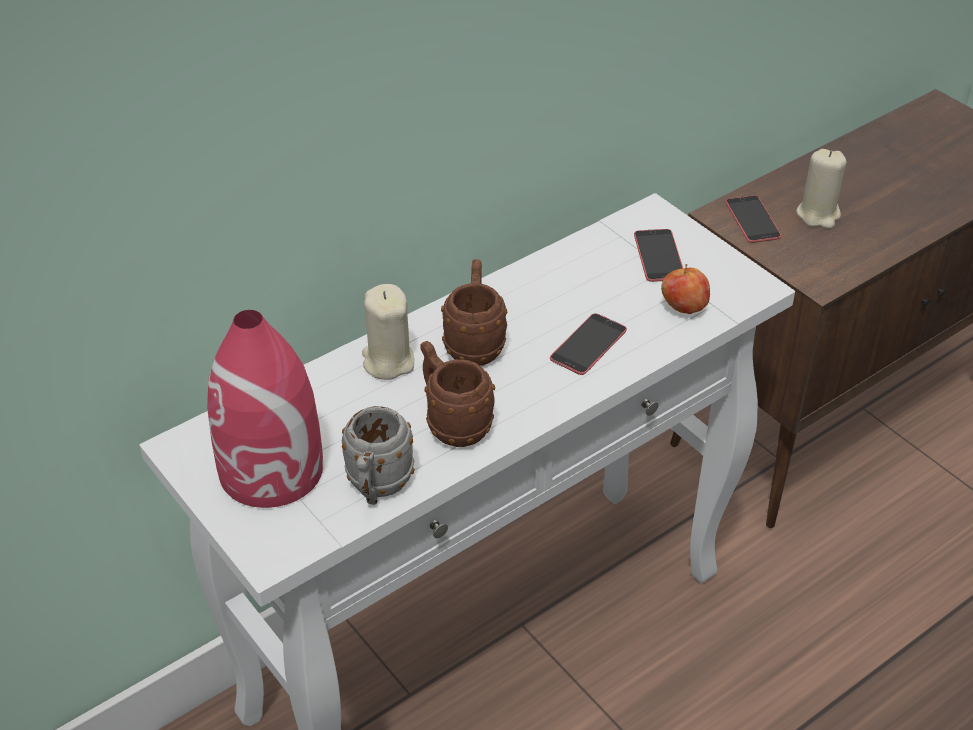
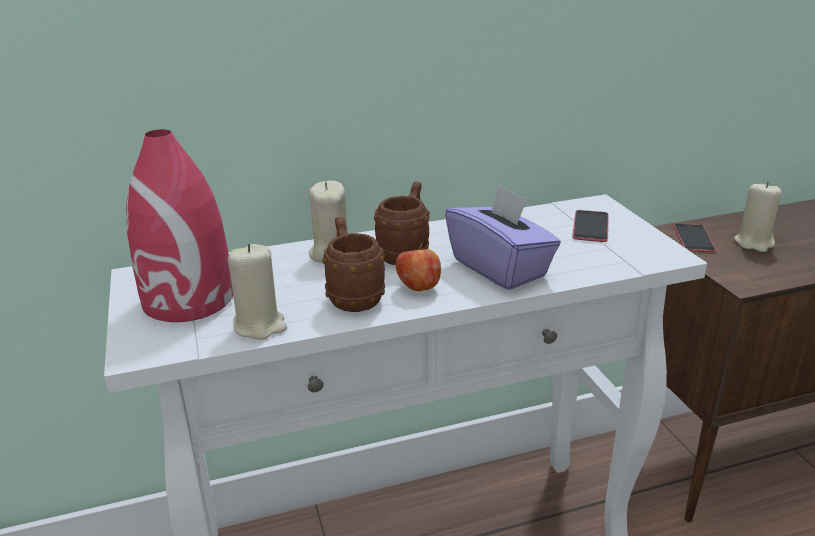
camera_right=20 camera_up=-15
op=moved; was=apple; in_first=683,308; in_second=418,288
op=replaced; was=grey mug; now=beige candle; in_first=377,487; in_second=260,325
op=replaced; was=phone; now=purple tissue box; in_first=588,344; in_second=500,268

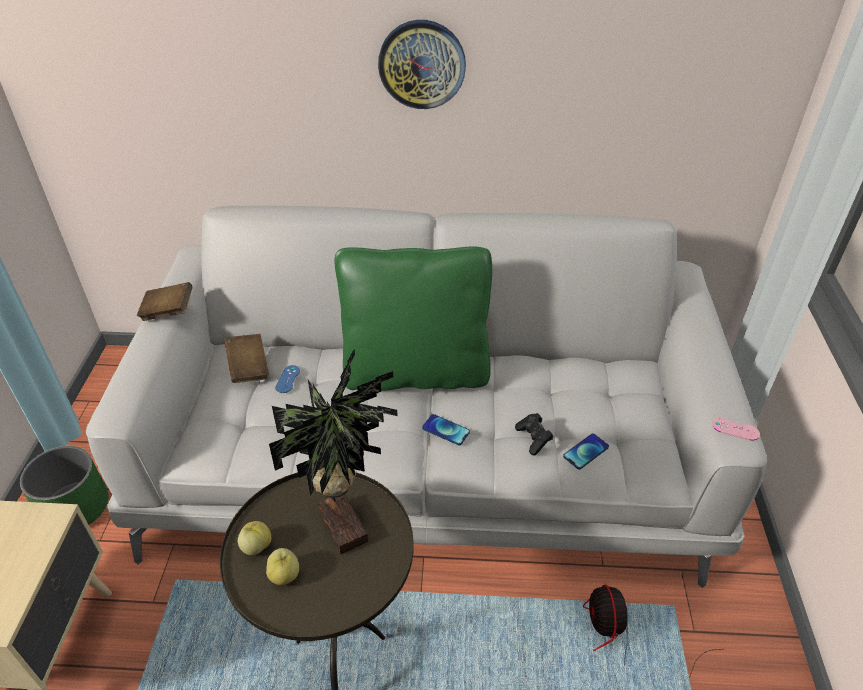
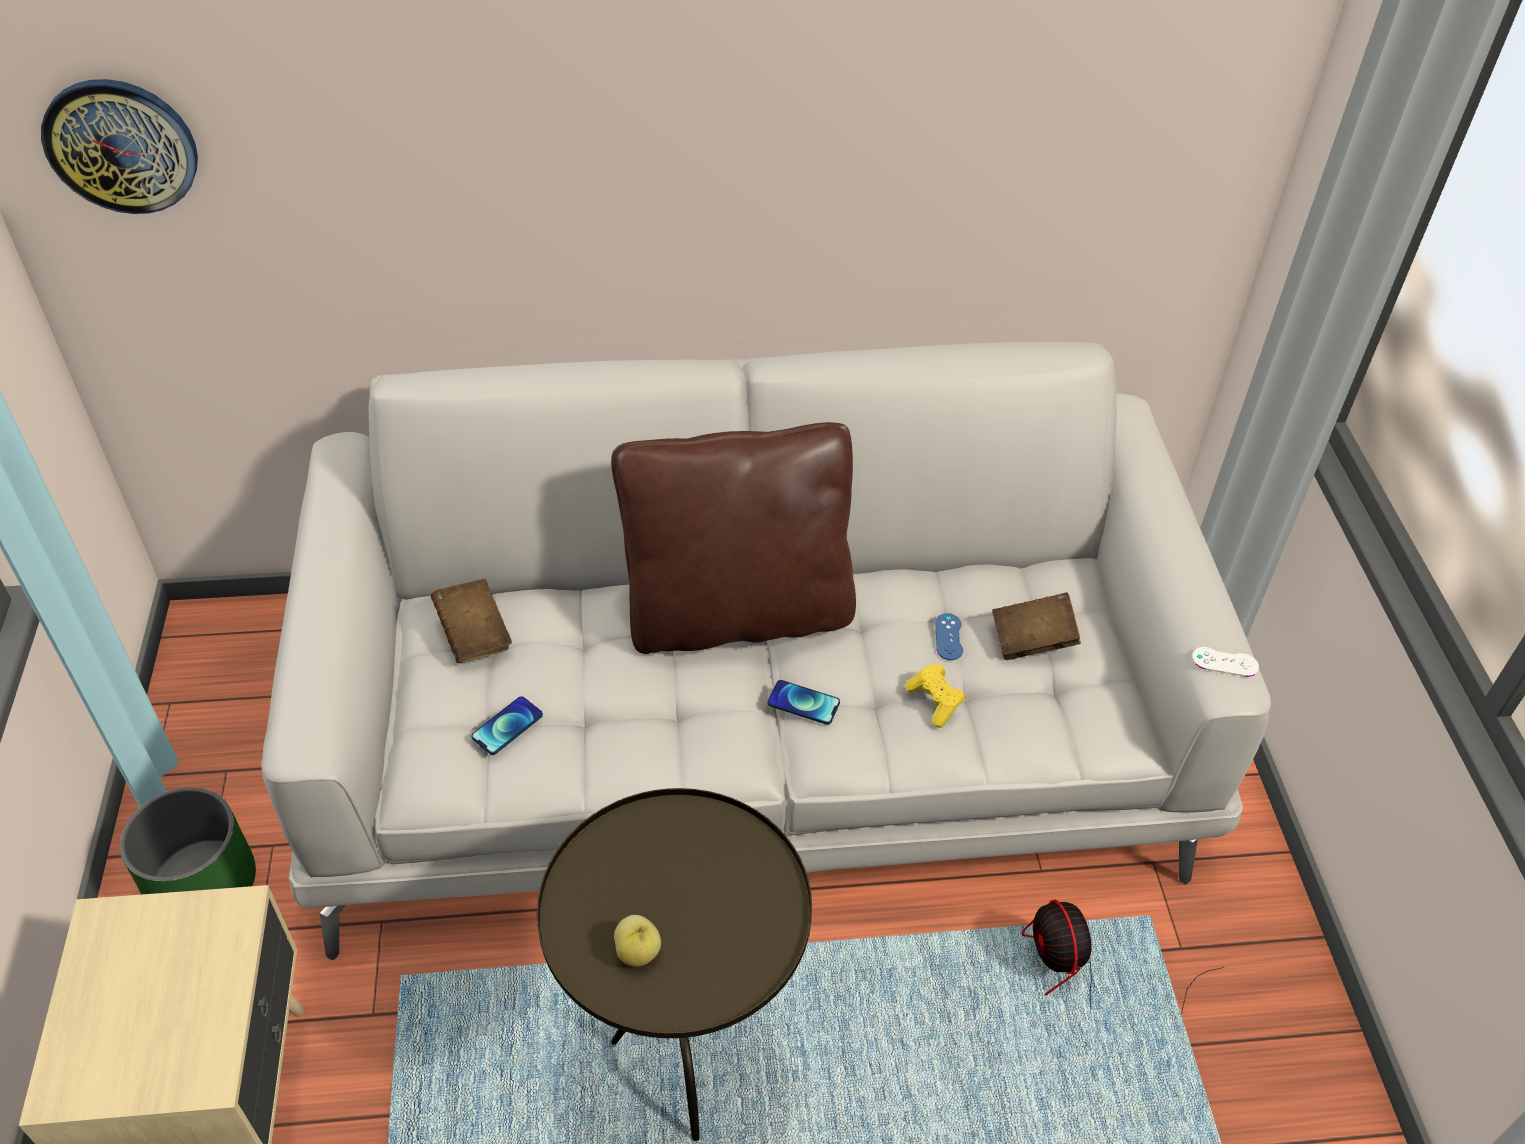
camera_right=-10 camera_up=5
op=removed; was=apple; in_first=256,546
op=removed; was=potted plant; in_first=346,523
op=moved; was=brown book; in_first=168,312; in_second=1032,640
op=moved; was=blue game controller; in_first=288,379; in_second=948,637
op=moved; was=wall clock; in_first=422,64; in_second=121,145
op=moved; was=phone; in_first=586,452; in_second=507,726
op=recoloured; was=green pillow; now=brown pillow; in_first=416,372; in_second=738,613
op=recoloured; was=black game controller; now=yellow game controller; in_first=533,439; in_second=935,702
op=recoloured; was=pink game controller; now=white game controller; in_first=735,429; in_second=1225,662

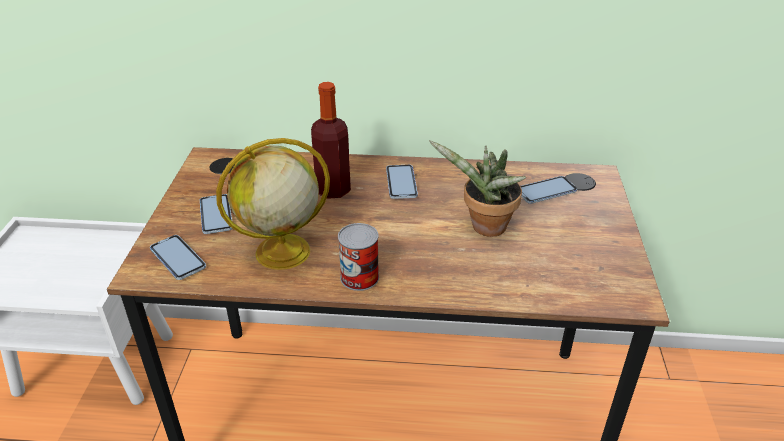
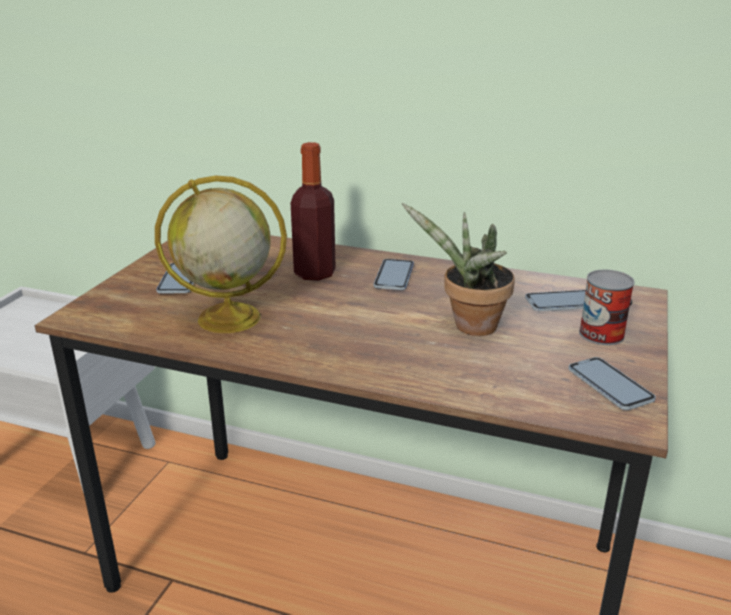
camera_right=15 camera_up=-10
op=moved; was=phone; in_first=178,258; in_second=610,385
op=moved; was=can; in_first=359,277; in_second=601,334

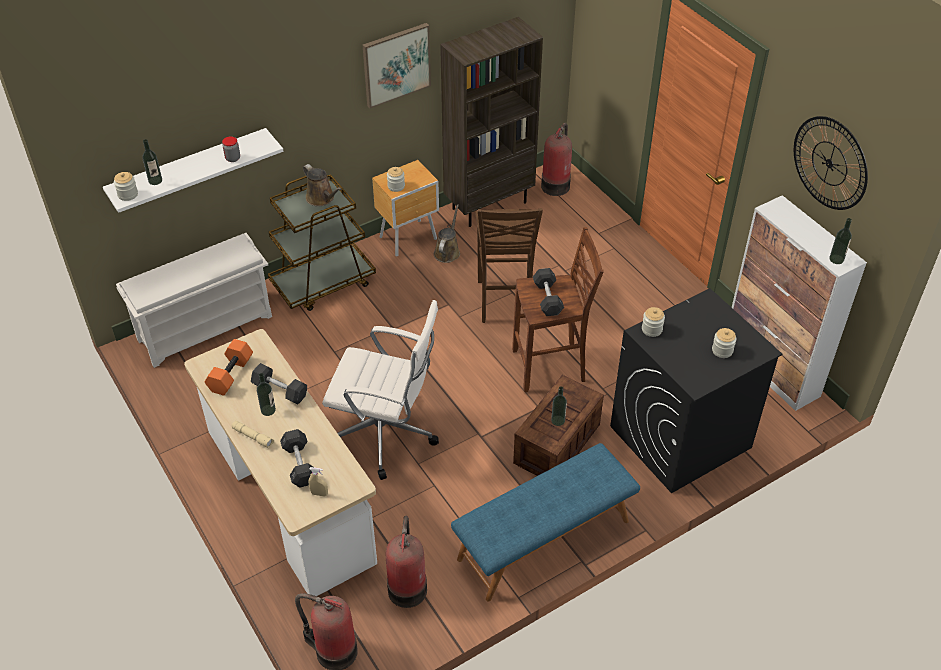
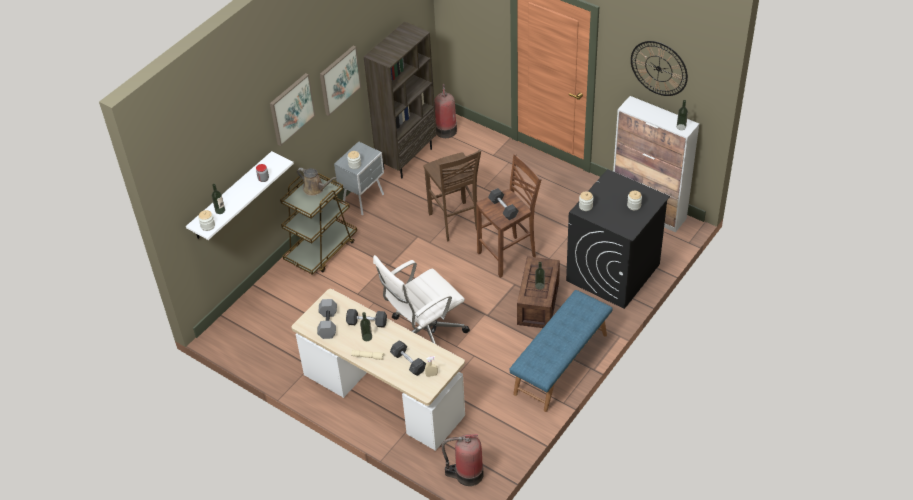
camera_right=-20 camera_up=0
op=removed; was=white shoe rack; in_first=206,327
op=removed; was=fire extinguisher; in_first=407,587
op=removed; was=brown watering can; in_first=447,251
op=added; now=picture; in_second=291,109
op=recoloured; was=orange dumbbell; now=grey dumbbell; in_first=230,374; in_second=327,324
op=recoloured; was=brown nightstand; now=grey nightstand; in_first=409,238; in_second=364,199
op=turned; was=white office chair; in_first=385,434; in_second=424,335; clockwise=150

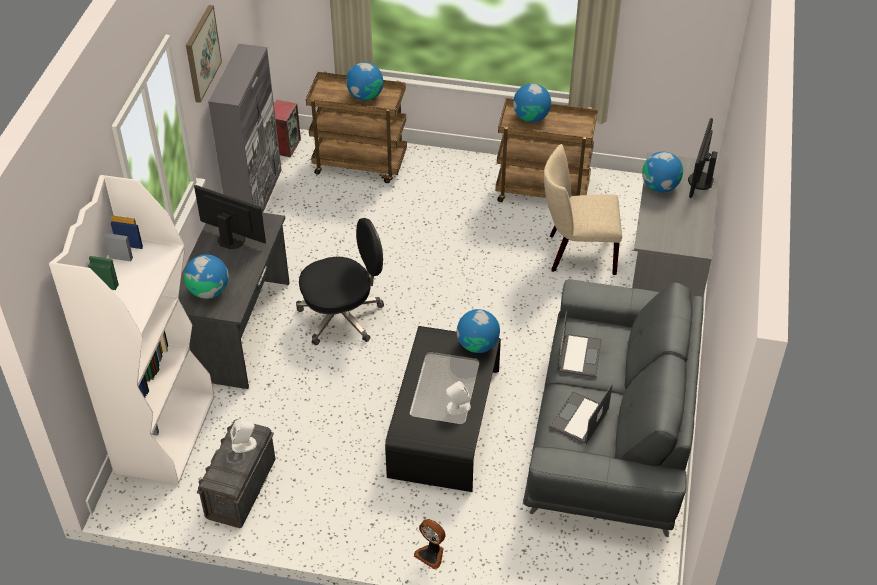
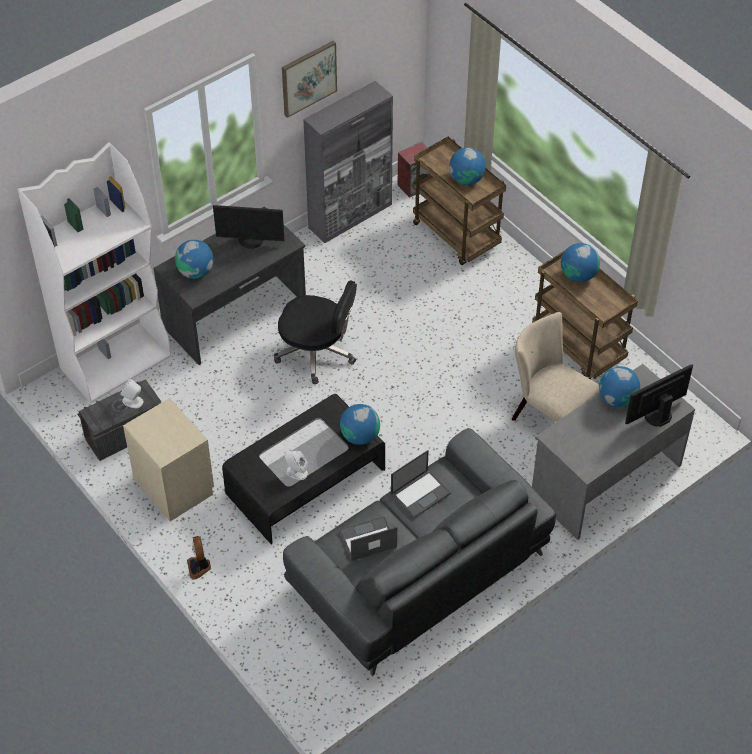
camera_right=40 camera_up=5
op=added; now=beige nightstand; in_second=174,486
op=turned; was=monitor; in_first=232,238; in_second=250,240; clockwise=120

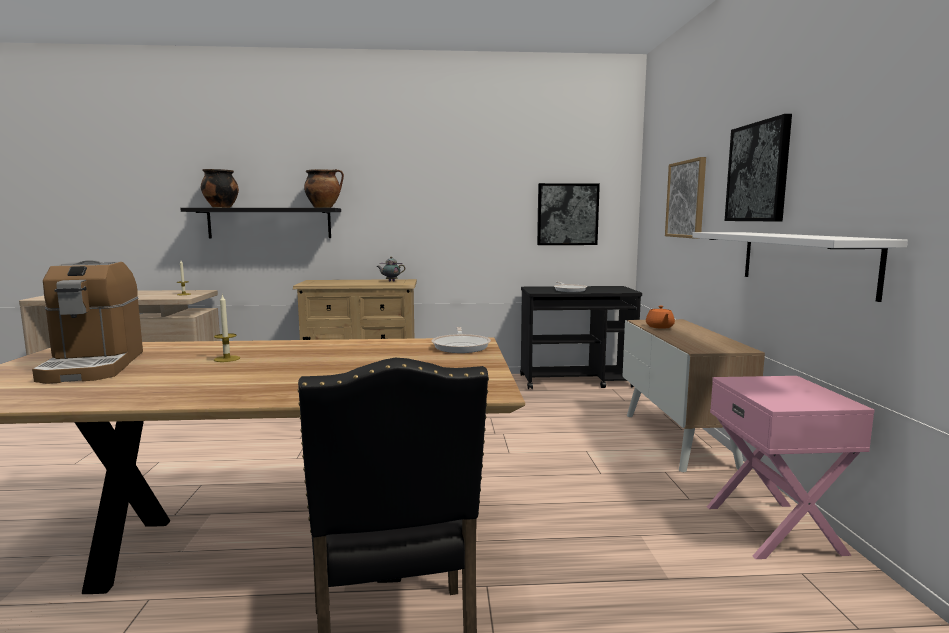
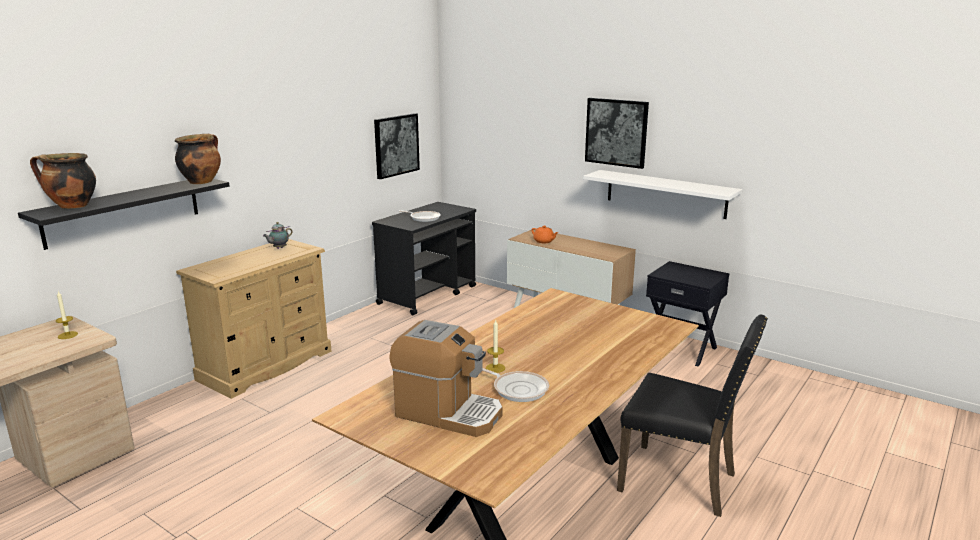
camera_right=-50 camera_up=10
op=removed; was=picture; in_first=686,199
op=moved; was=frying pan; in_first=461,346; in_second=518,389
op=recoloured; was=pink nightstand; now=black nightstand; in_first=775,529; in_second=681,349

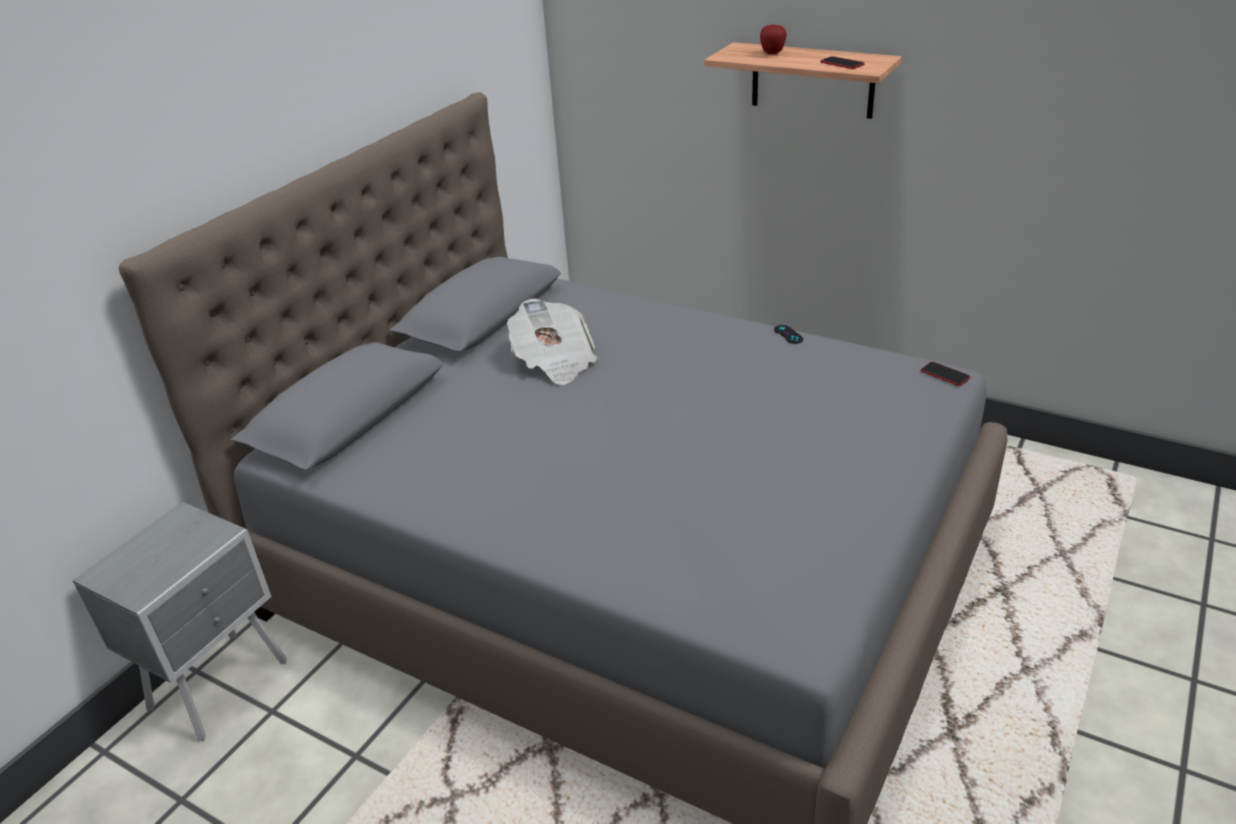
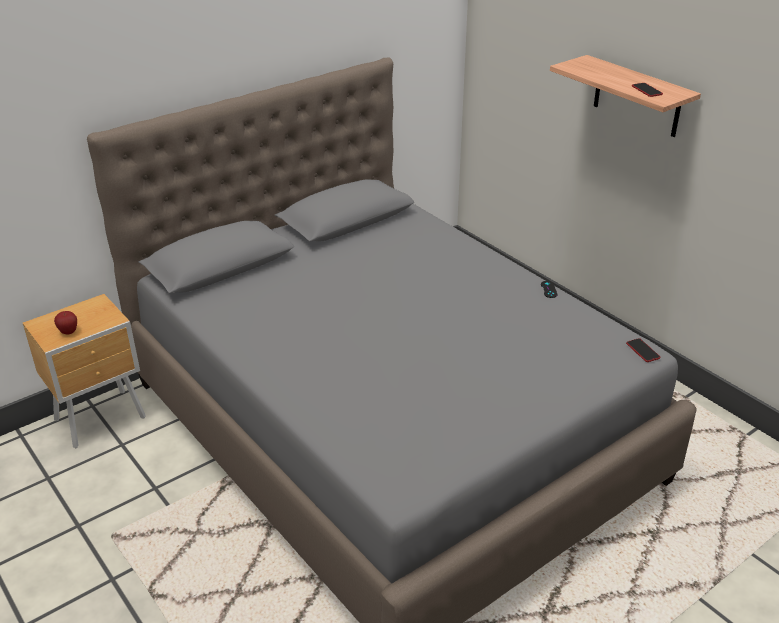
camera_right=20 camera_up=0
op=removed; was=newspaper; in_first=554,362
op=moved; was=apple; in_first=772,53; in_second=68,332
op=recoloured; was=grey nightstand; now=brown nightstand; in_first=222,684; in_second=102,419

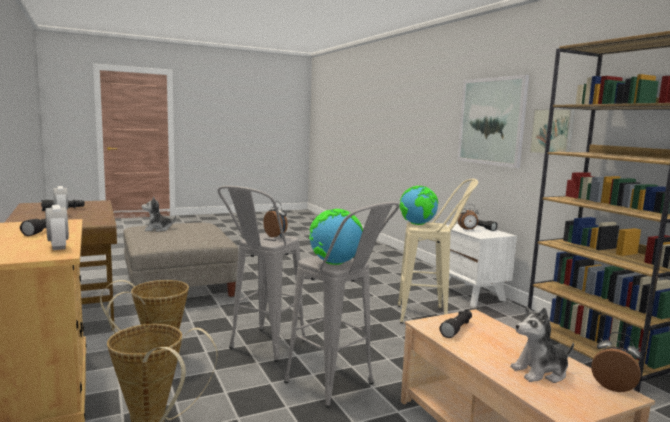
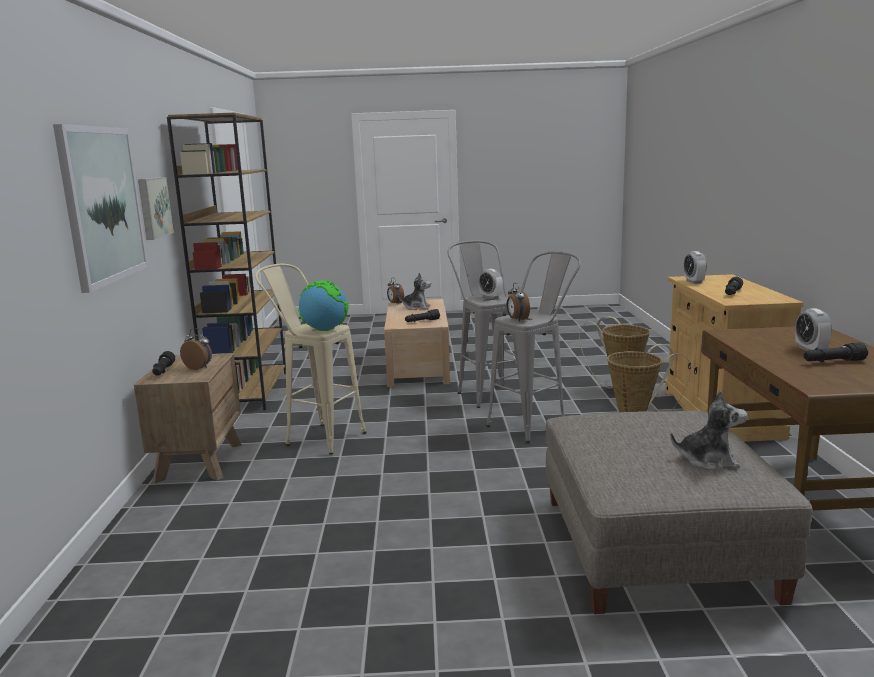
camera_right=-155 camera_up=5
op=replaced; was=globe; now=alarm clock; in_first=334,263; in_second=490,297
op=recoloured; was=white nightstand; now=brown nightstand; in_first=471,294; in_second=199,462

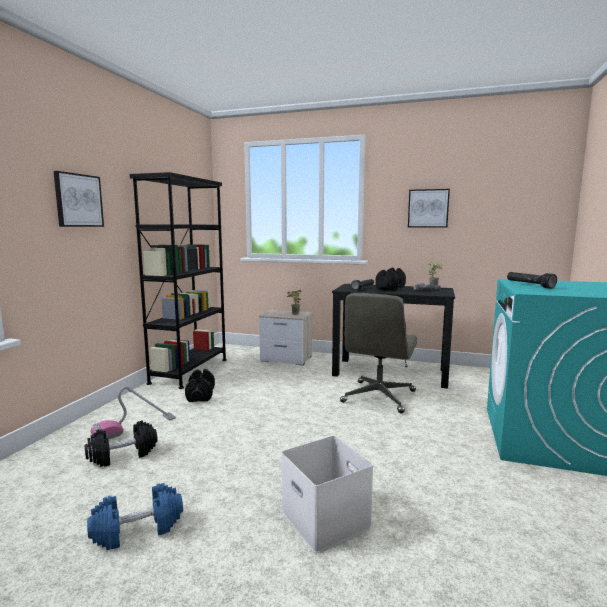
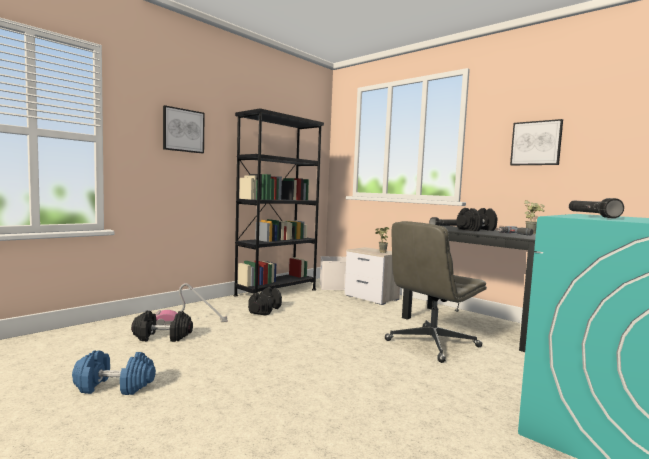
camera_right=25 camera_up=-5
op=moved; was=white storage box; in_first=323,518; in_second=333,286

